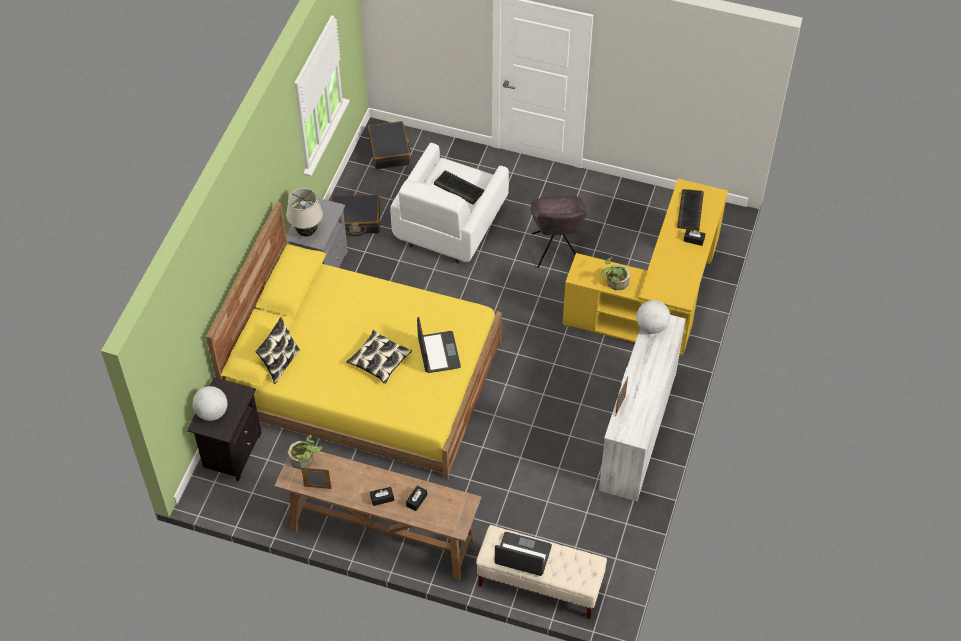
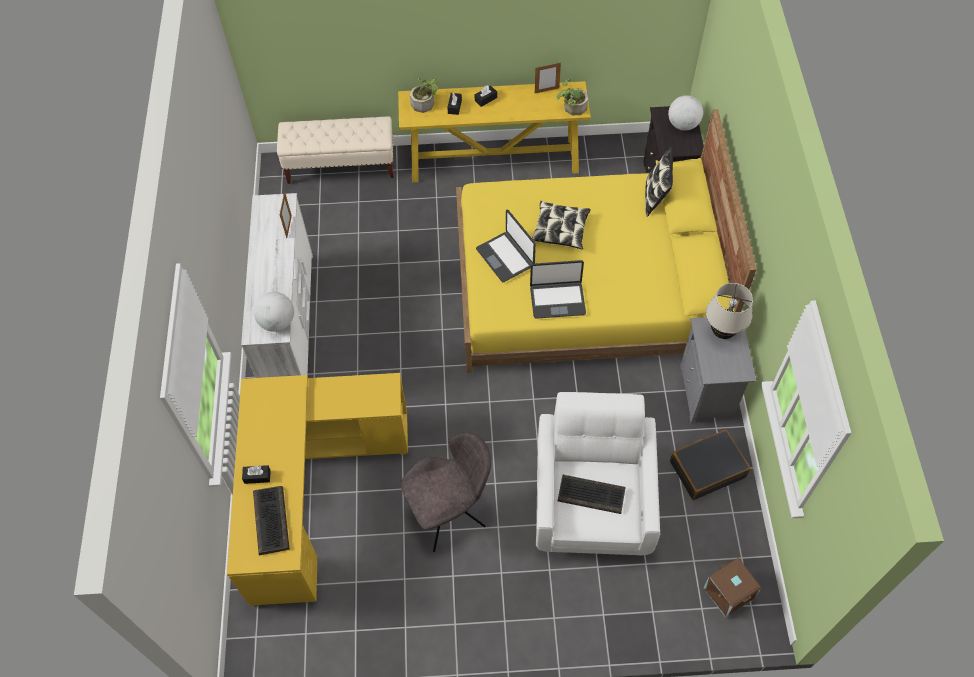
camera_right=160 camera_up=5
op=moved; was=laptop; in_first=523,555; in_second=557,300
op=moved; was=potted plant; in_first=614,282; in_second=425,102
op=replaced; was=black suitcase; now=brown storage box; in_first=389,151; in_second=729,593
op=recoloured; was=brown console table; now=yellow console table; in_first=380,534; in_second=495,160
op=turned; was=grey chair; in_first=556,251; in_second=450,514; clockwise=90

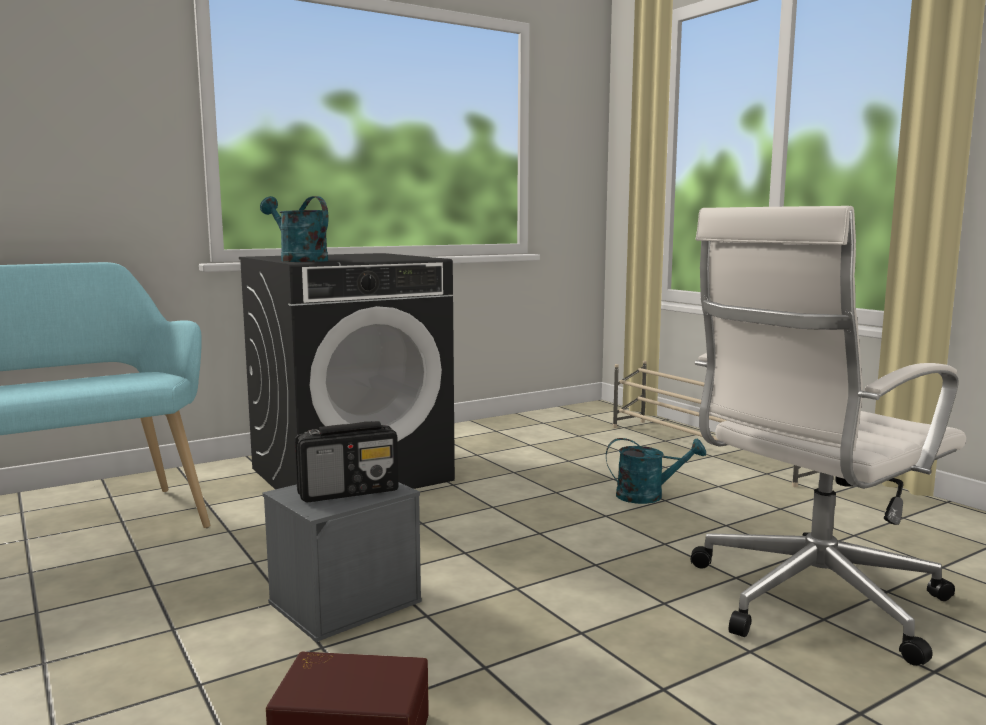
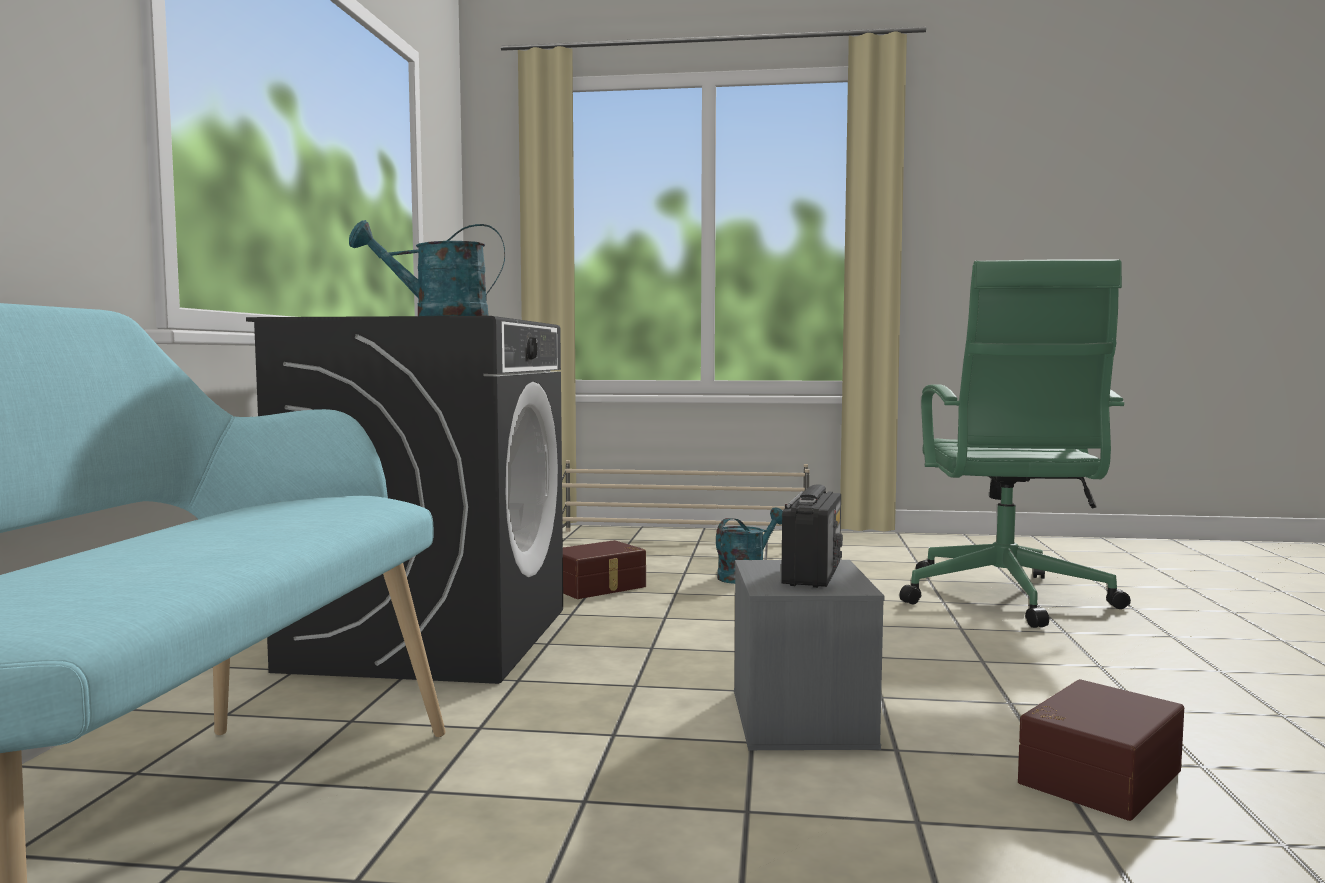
camera_right=-50 camera_up=-5
op=added; now=brown storage box; in_second=598,587
op=recoloured; was=white office chair; now=green office chair; in_first=809,600; in_second=1005,599

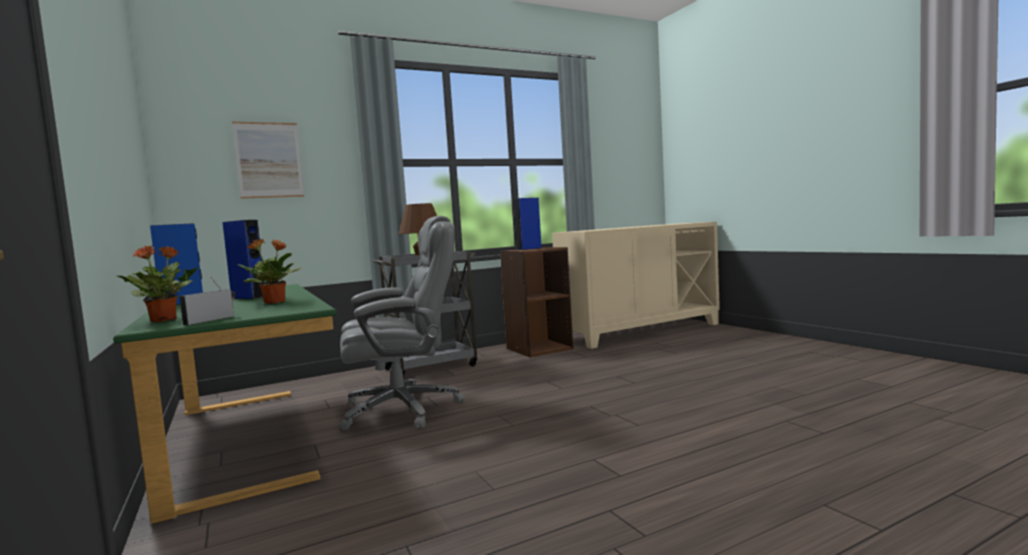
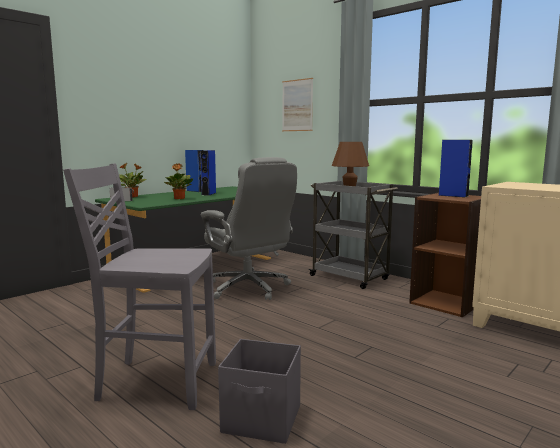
camera_right=70 camera_up=5
op=added; now=grey chair; in_second=156,382
op=added; now=grey storage box; in_second=262,420

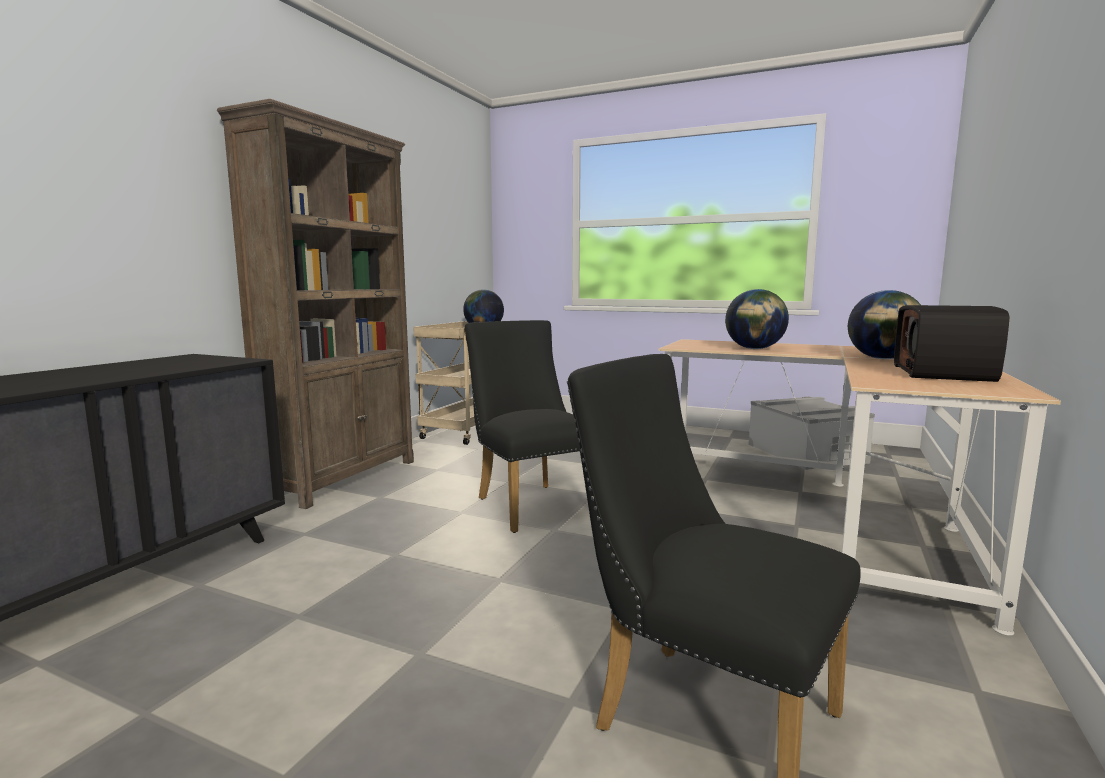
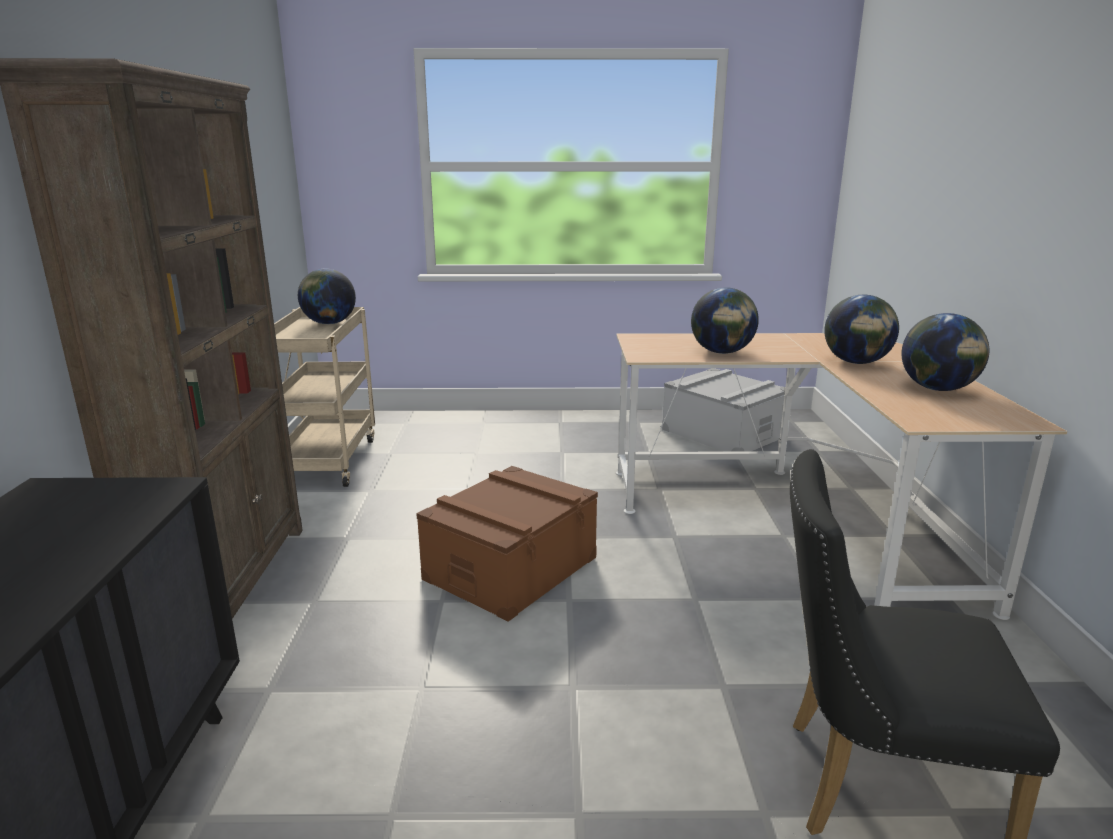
camera_right=-25 camera_up=10
op=replaced; was=black chair; now=brown storage box; in_first=530,504; in_second=511,568
op=replaced; was=radio; now=globe; in_first=944,373; in_second=938,389

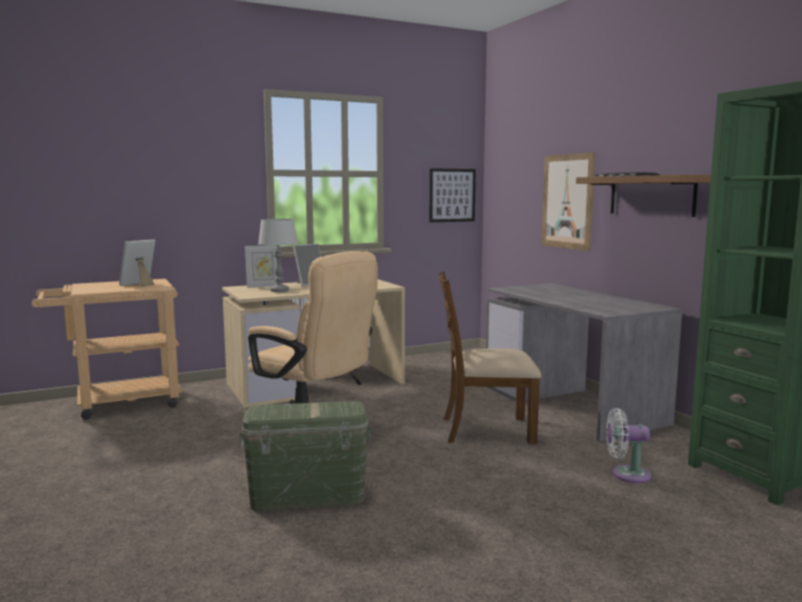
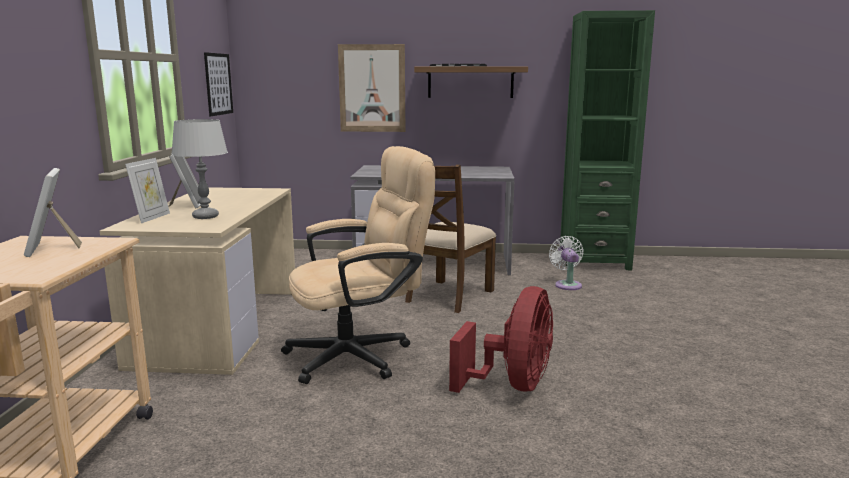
camera_right=-60 camera_up=5
op=replaced; was=green storage box; now=red fan; in_first=308,496; in_second=513,385
op=turned; was=white fan; in_first=626,474; in_second=567,284; clockwise=135

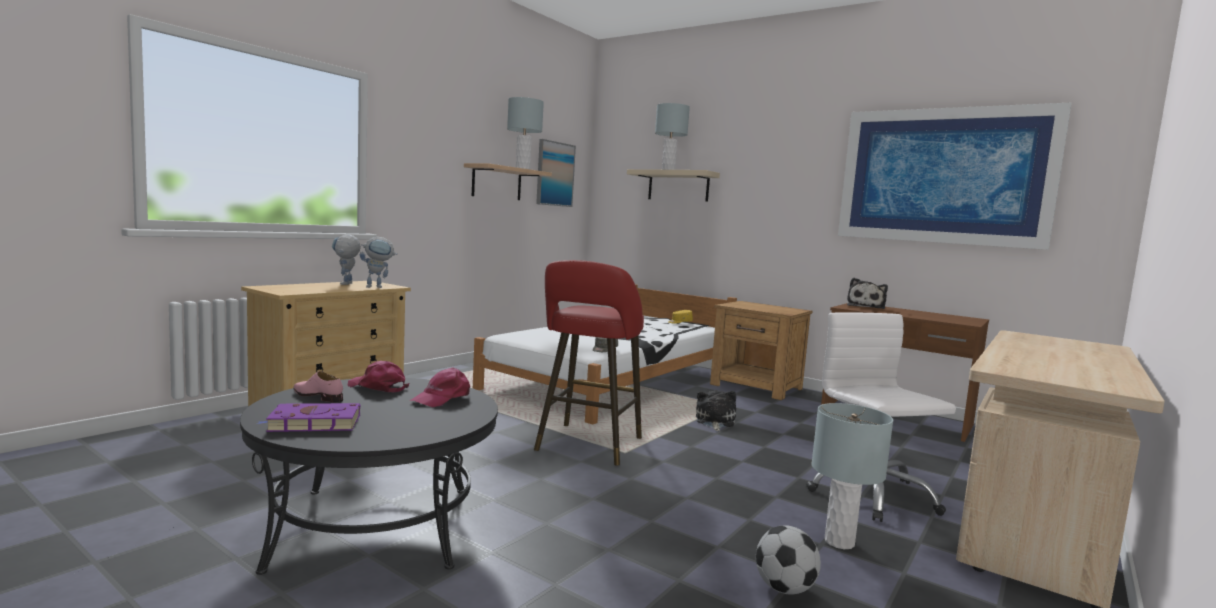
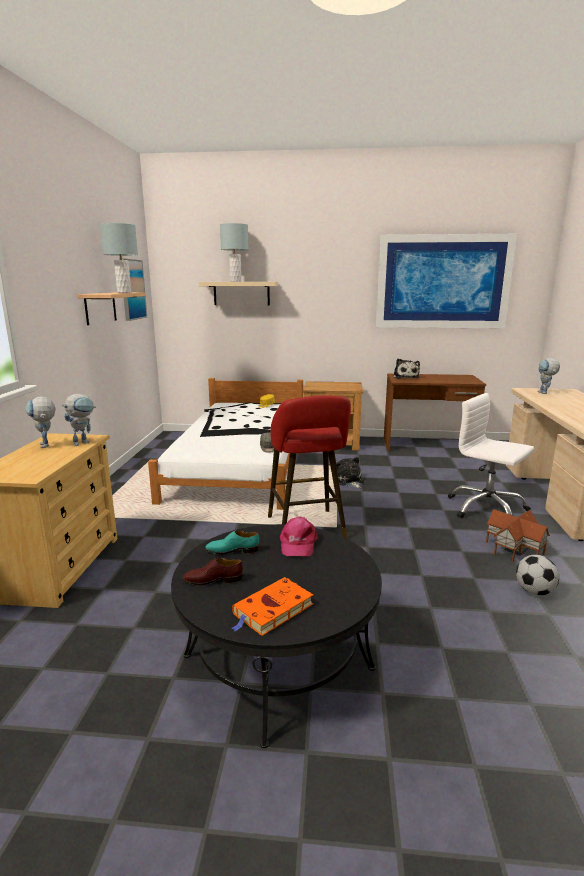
camera_right=-30 camera_up=10
op=added; now=toy robot; in_second=544,393
op=replaced; was=pink cap; now=turquoise shoe; in_first=378,387; in_second=232,550
op=replaced; was=grey table lamp; now=toy house; in_first=840,542; in_second=515,548
op=recoloured; was=purple book; now=orange book; in_first=312,423; in_second=272,610
op=recoloured; was=pink shoe; now=brown shoe; in_first=318,396; in_second=213,580

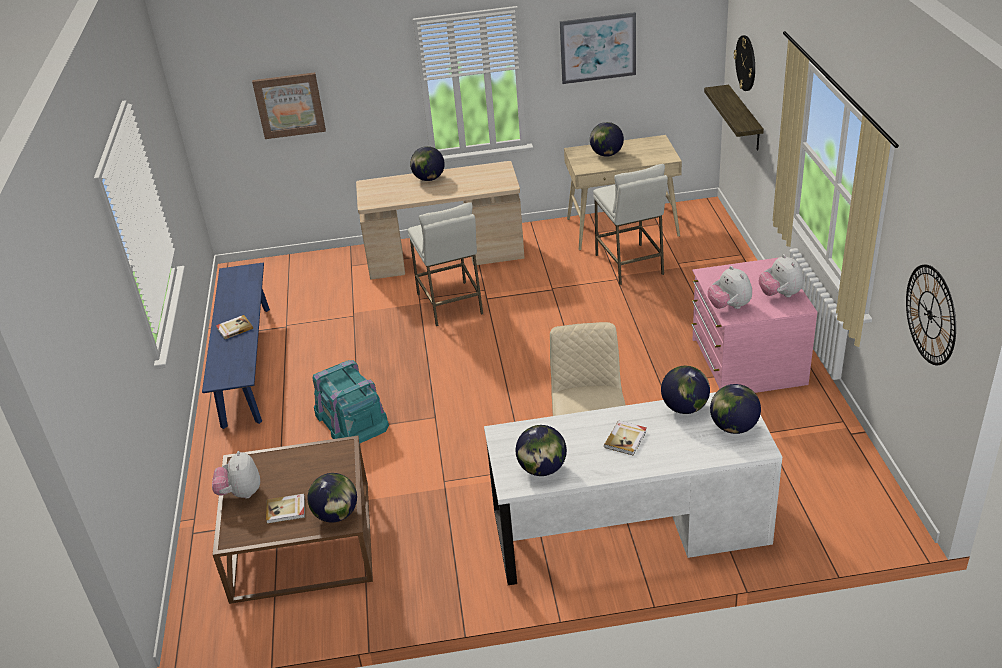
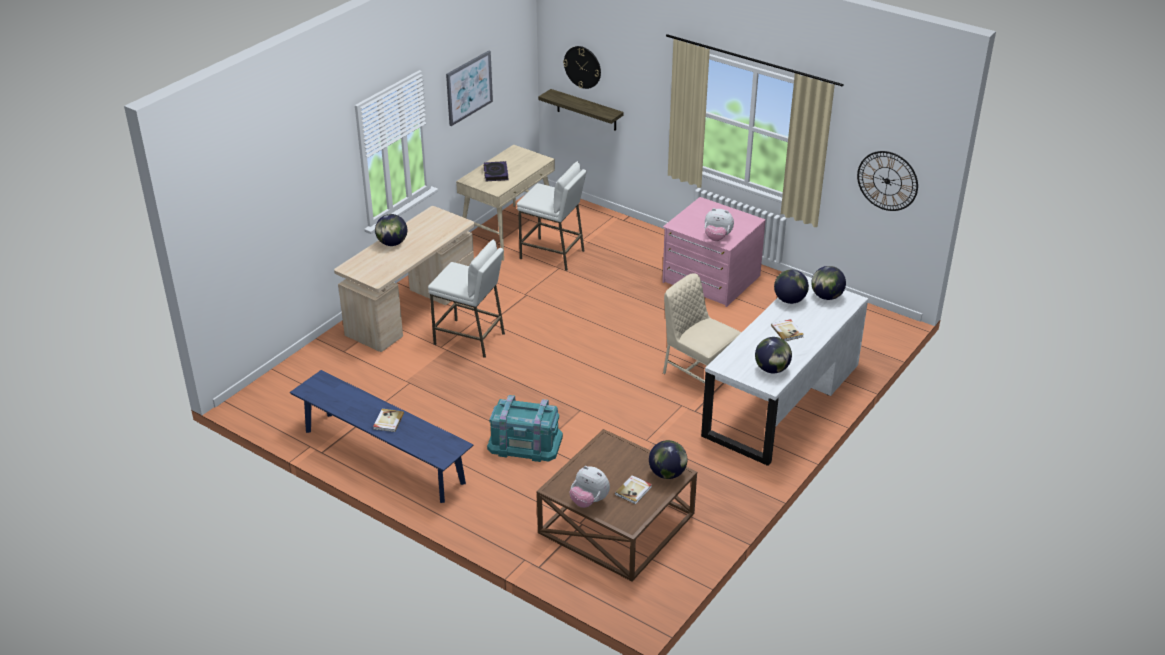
camera_right=-50 camera_up=0
op=removed; was=picture; in_first=289,105
op=removed; was=plush toy; in_first=780,294
op=replaced; was=globe; now=book; in_first=606,154; in_second=495,174

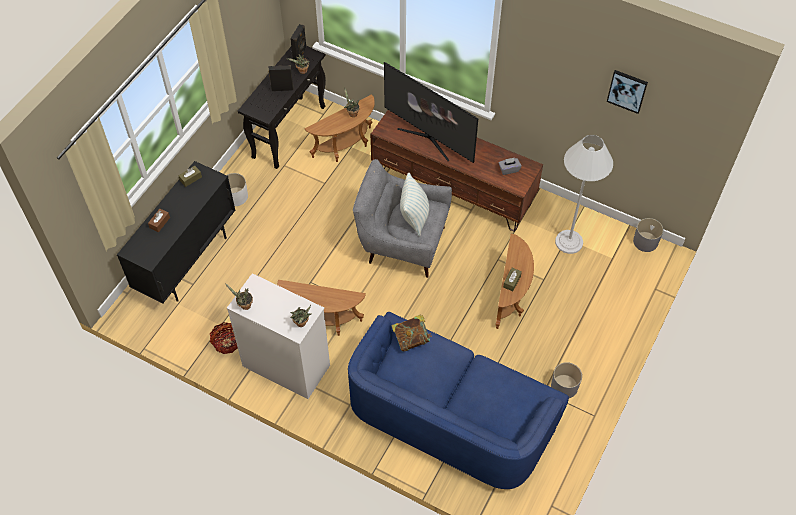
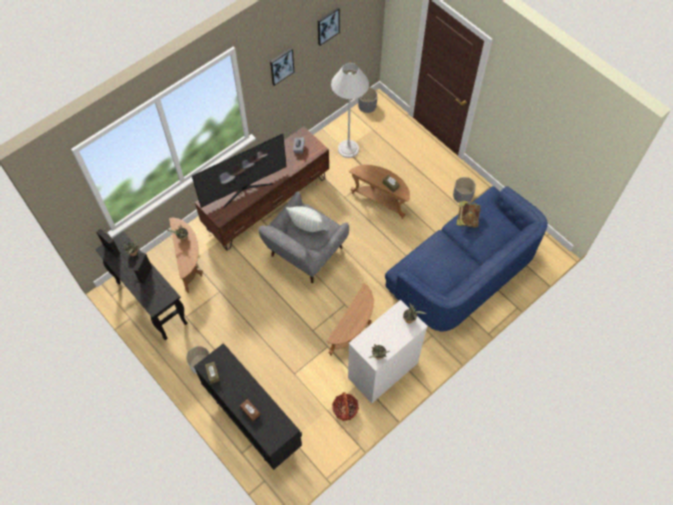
camera_right=-70 camera_up=5
op=added; now=picture; in_second=281,66
op=moved; was=book; in_first=411,339; in_second=467,219

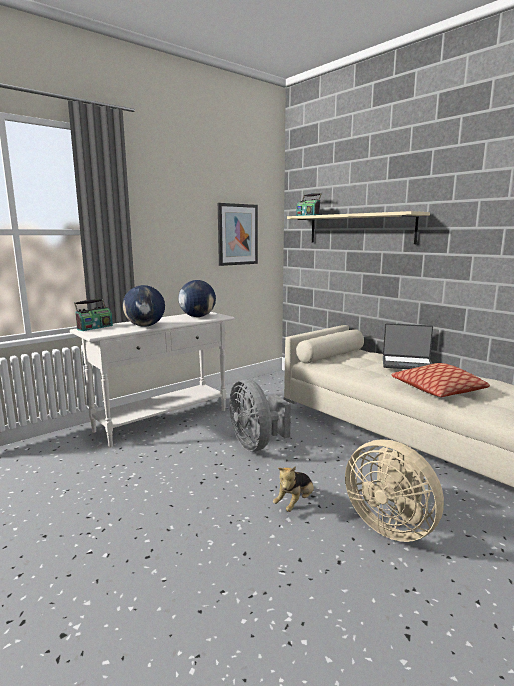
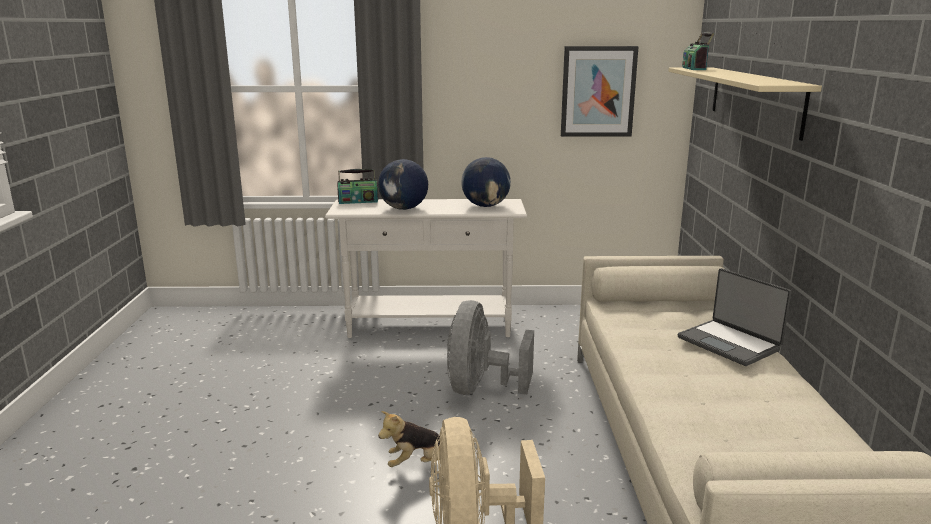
camera_right=40 camera_up=5
op=removed; was=pillow; in_first=438,390

